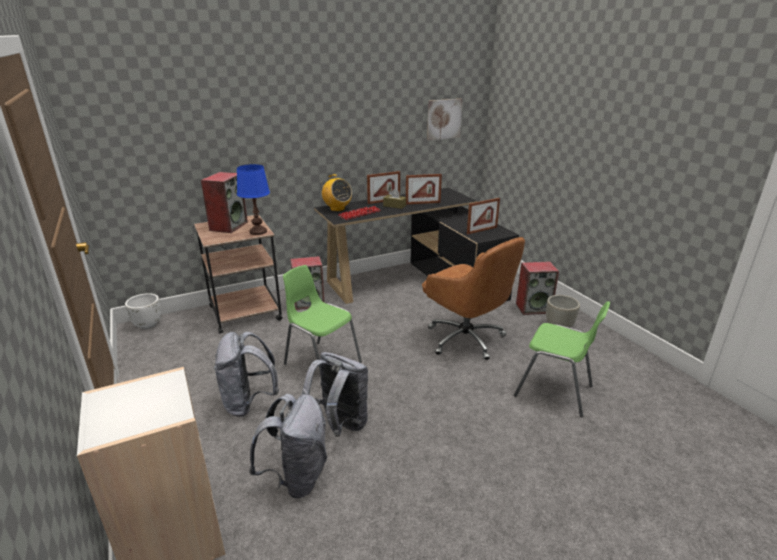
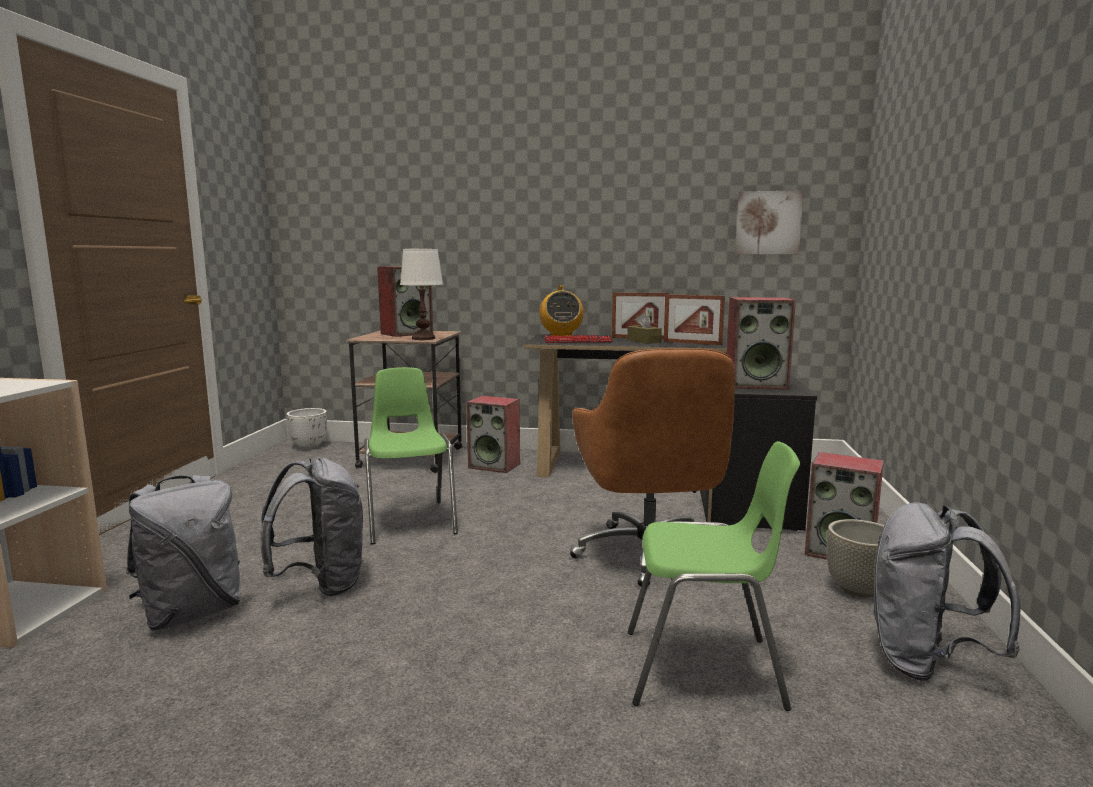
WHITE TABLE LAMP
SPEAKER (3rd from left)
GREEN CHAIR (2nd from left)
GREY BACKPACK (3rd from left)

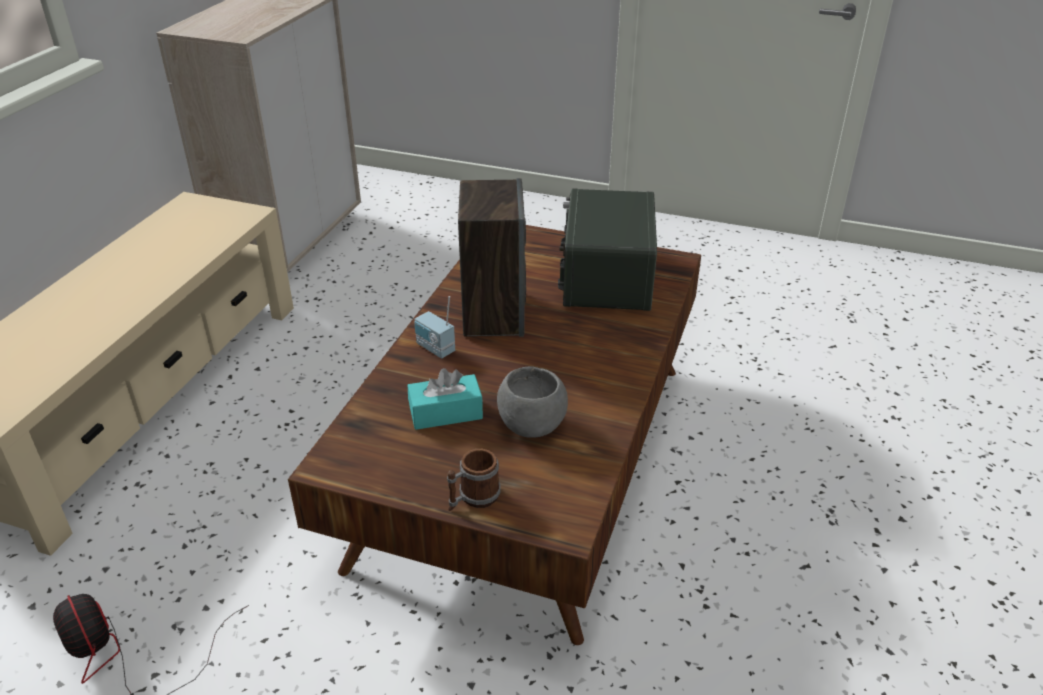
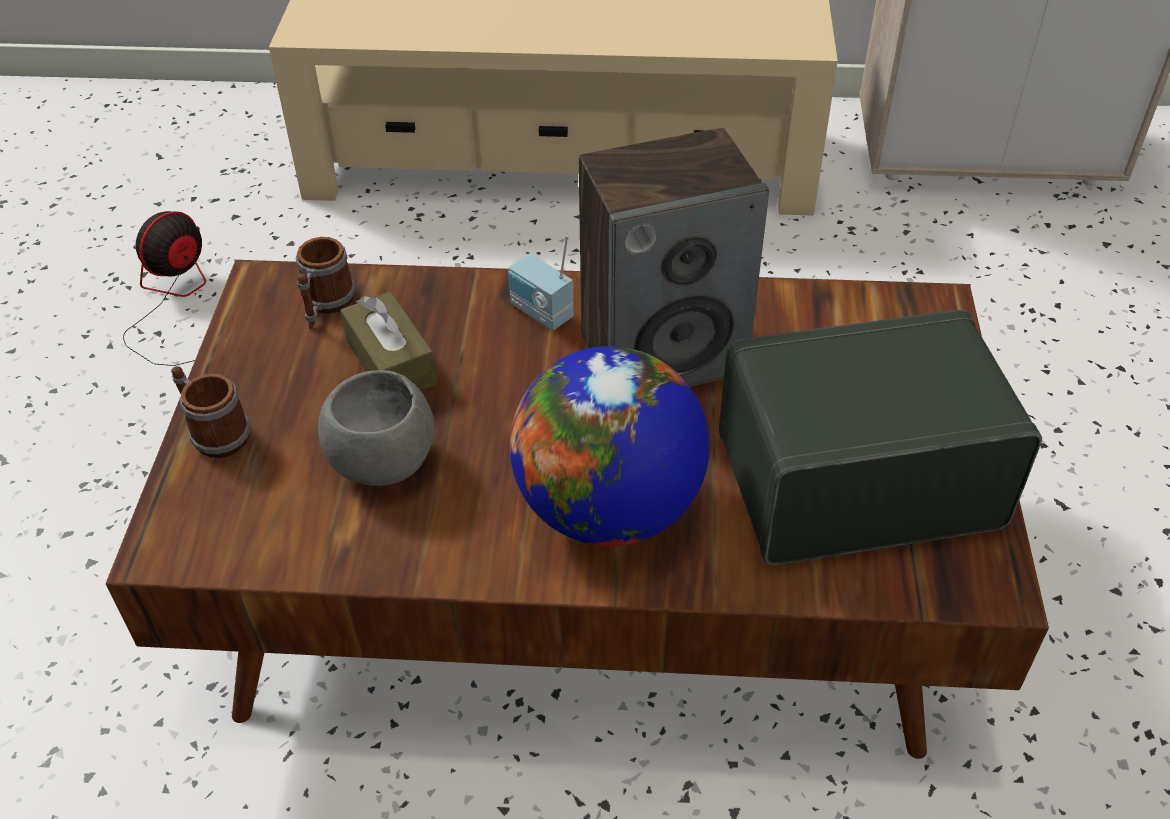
RADIO (1st from left)
BROWN TISSUE BOX
MUG (2nd from left)
GLOBE

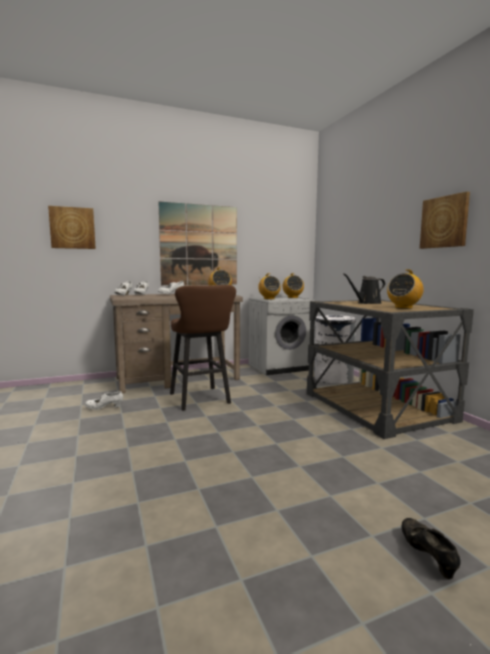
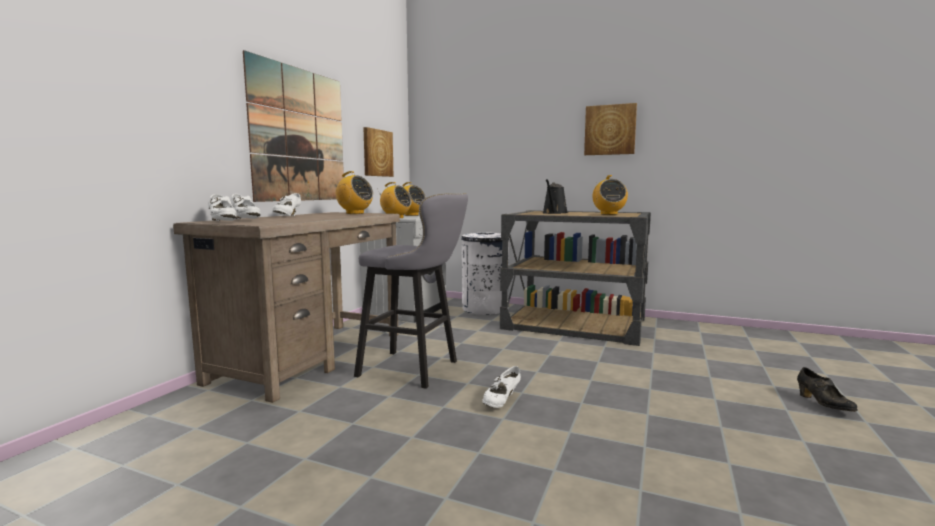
PICTURE (2nd from left)
GREY STOOL
WHITE SHOE (4th from left)
BLACK SHOE

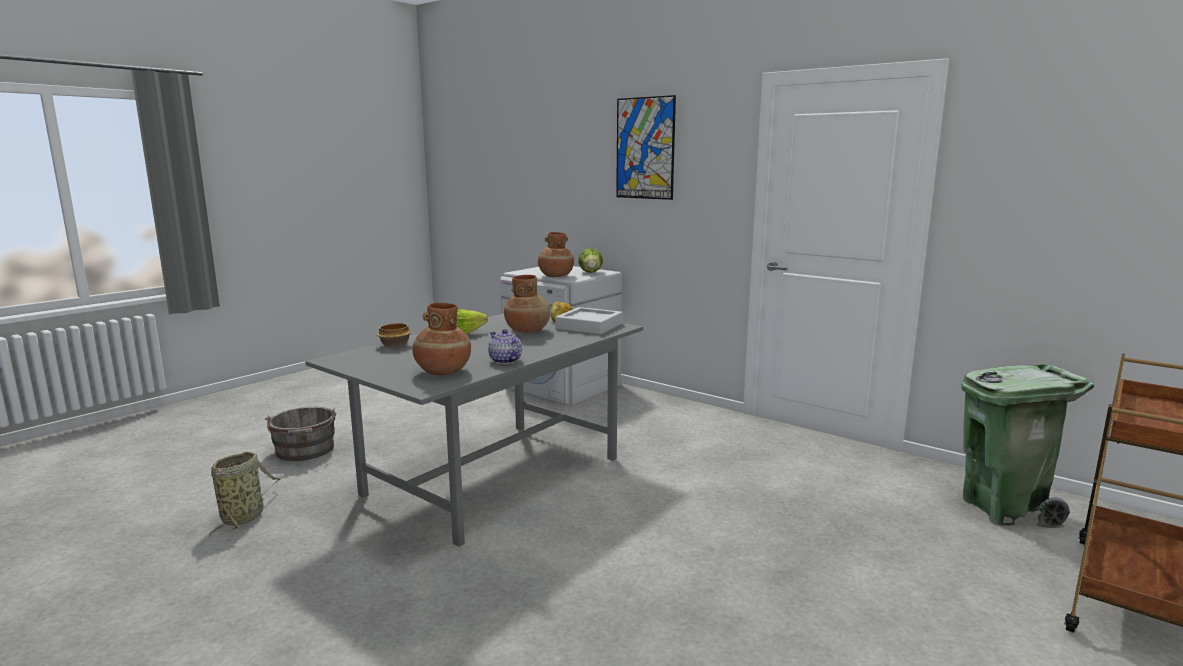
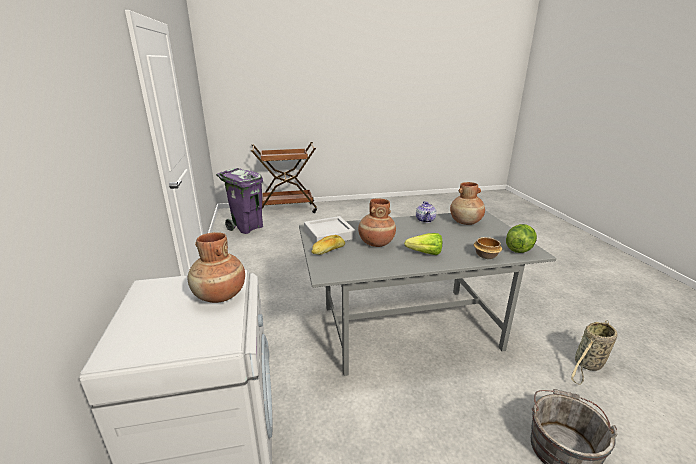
PICTURE
LETTUCE (2nd from left)
PURPLE TRASH CAN

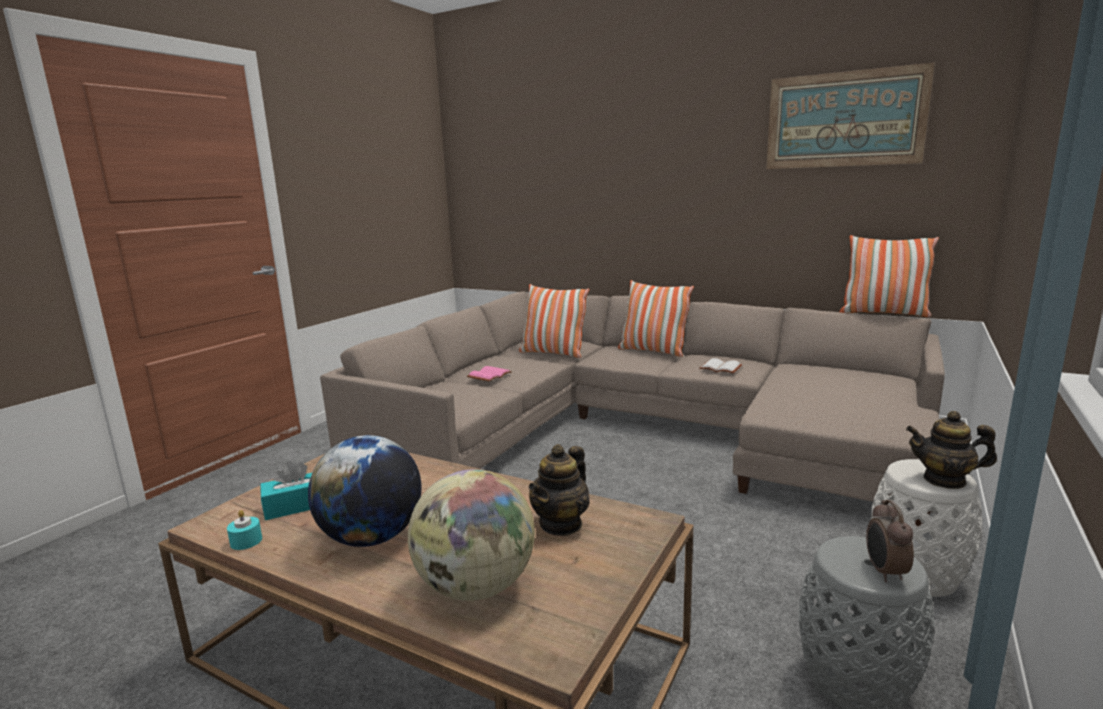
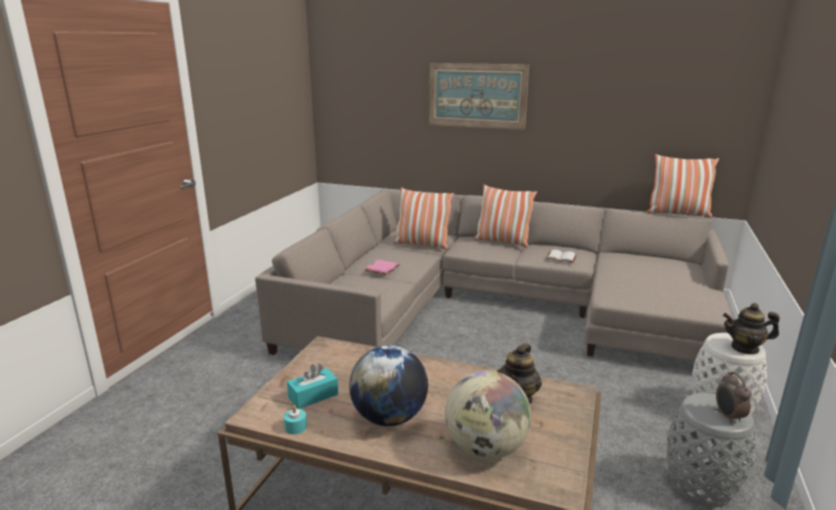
PICTURE

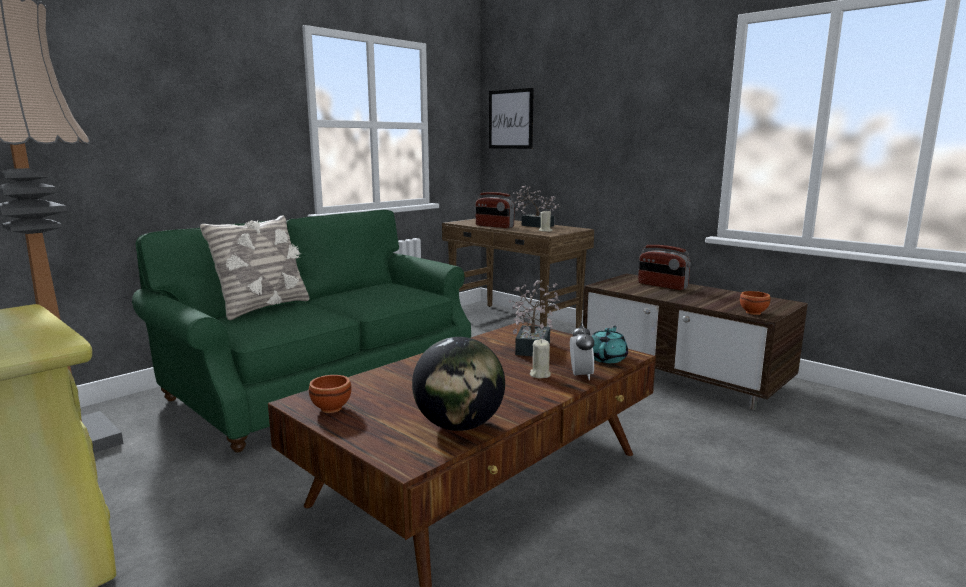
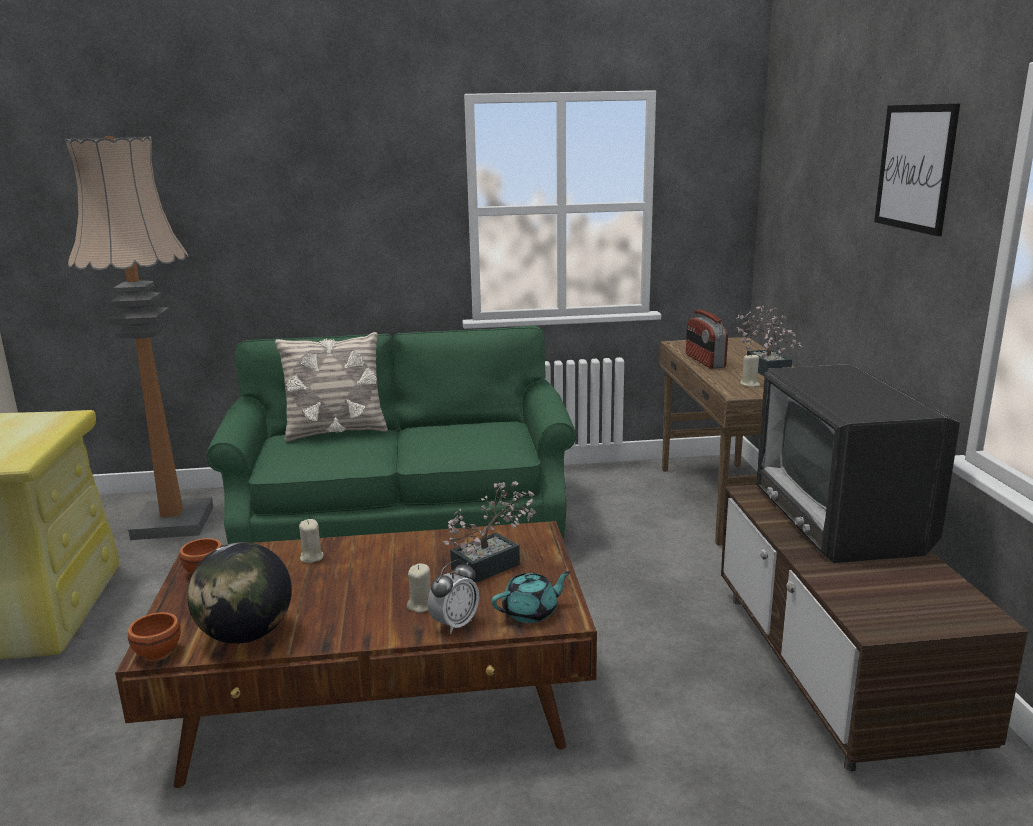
PICTURE
TELEVISION
BROWN BOWL (1st from left)
BEIGE CANDLE (1st from left)

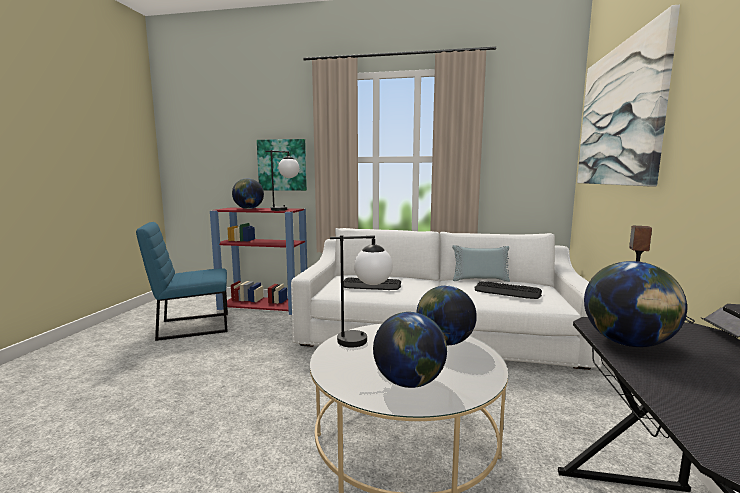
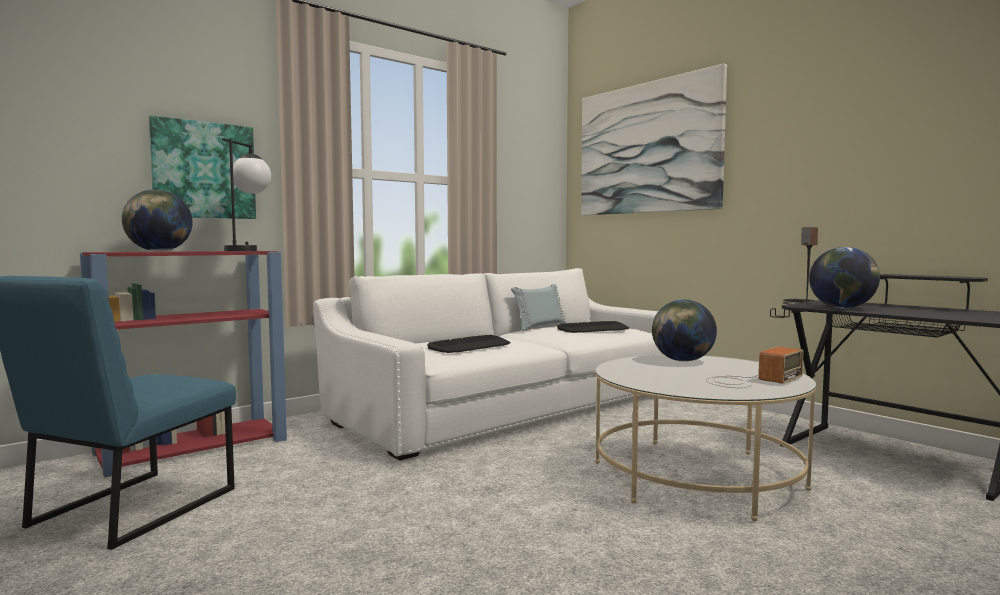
TABLE LAMP (2nd from left in the first image)
RADIO

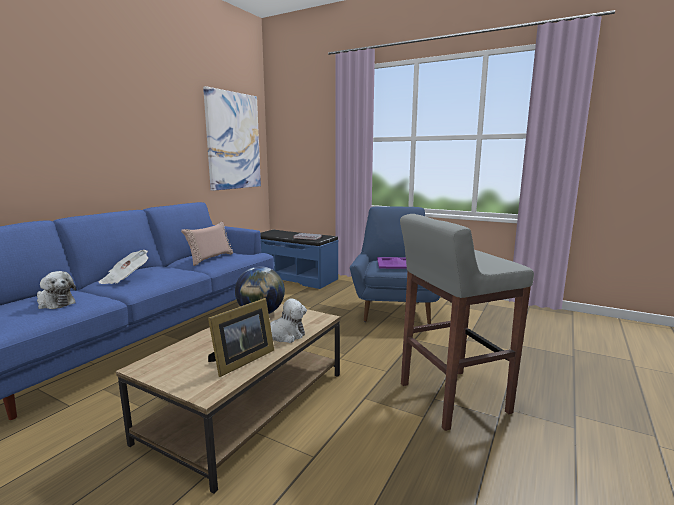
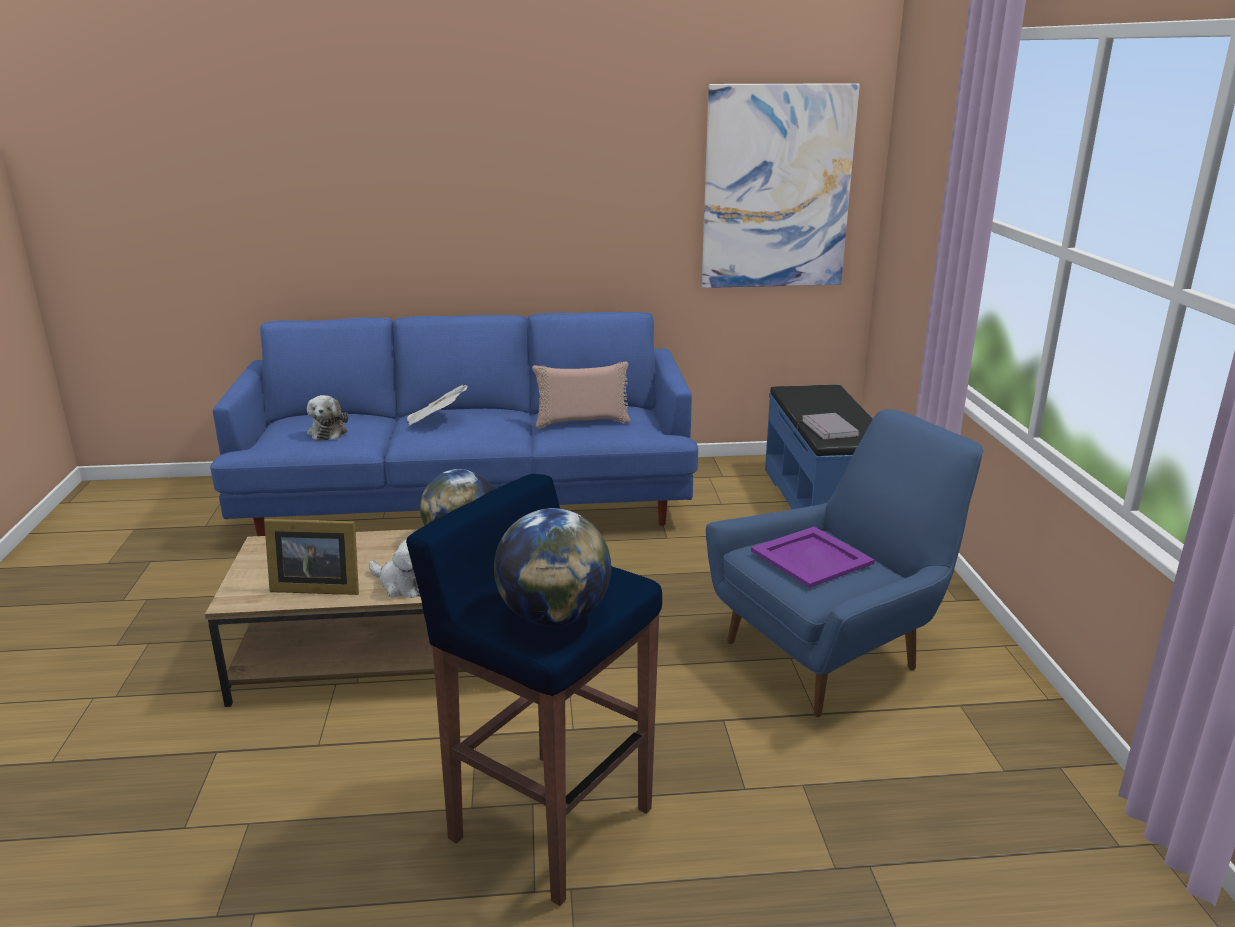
BLUE STOOL
GLOBE (2nd from left)

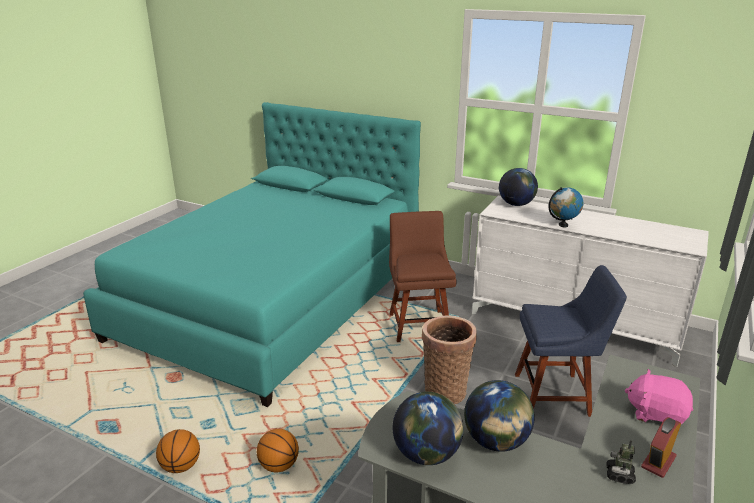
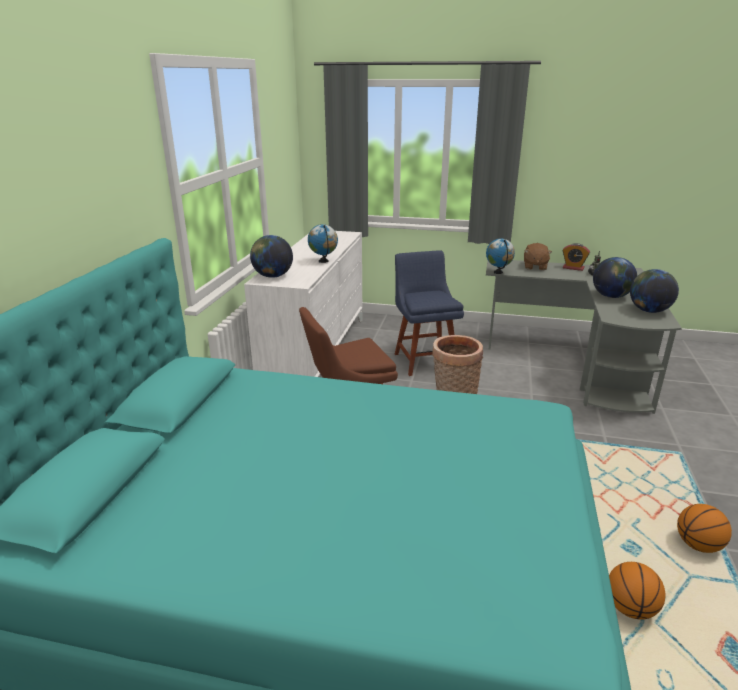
BROWN PLUSH TOY
BASKETBALL (1st from left)
GLOBE (3rd from left)

